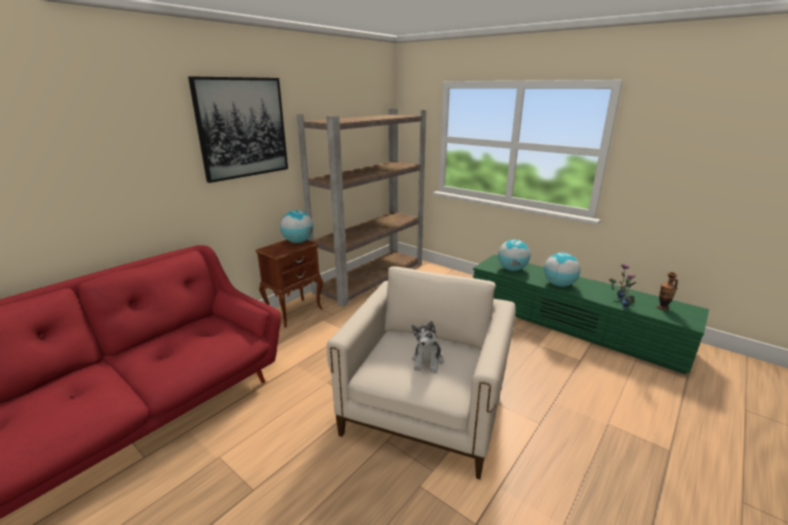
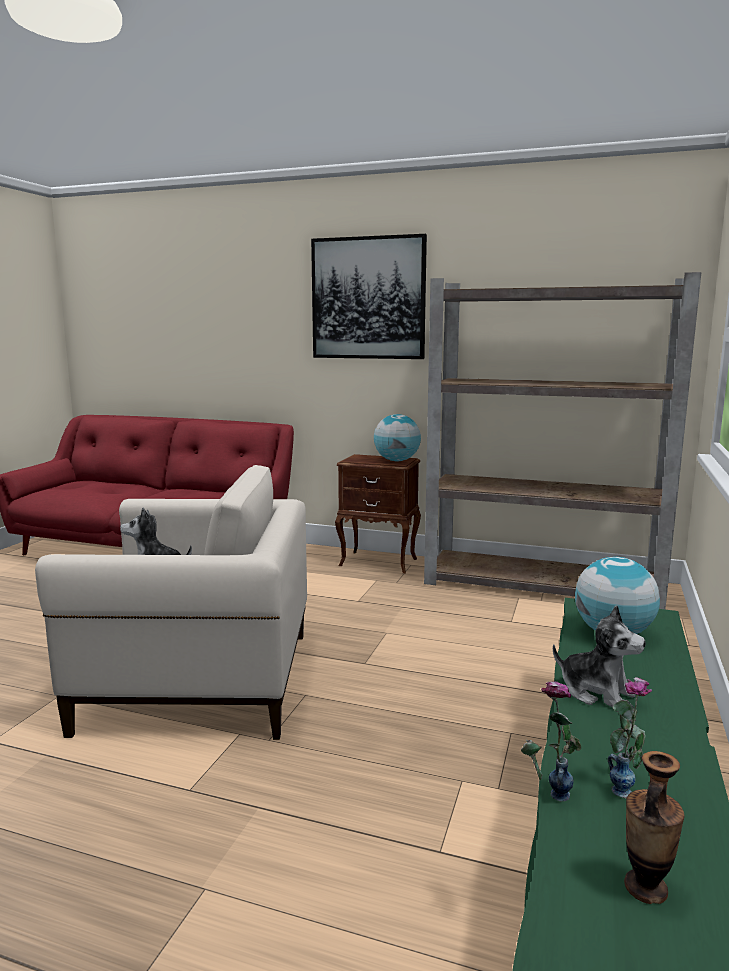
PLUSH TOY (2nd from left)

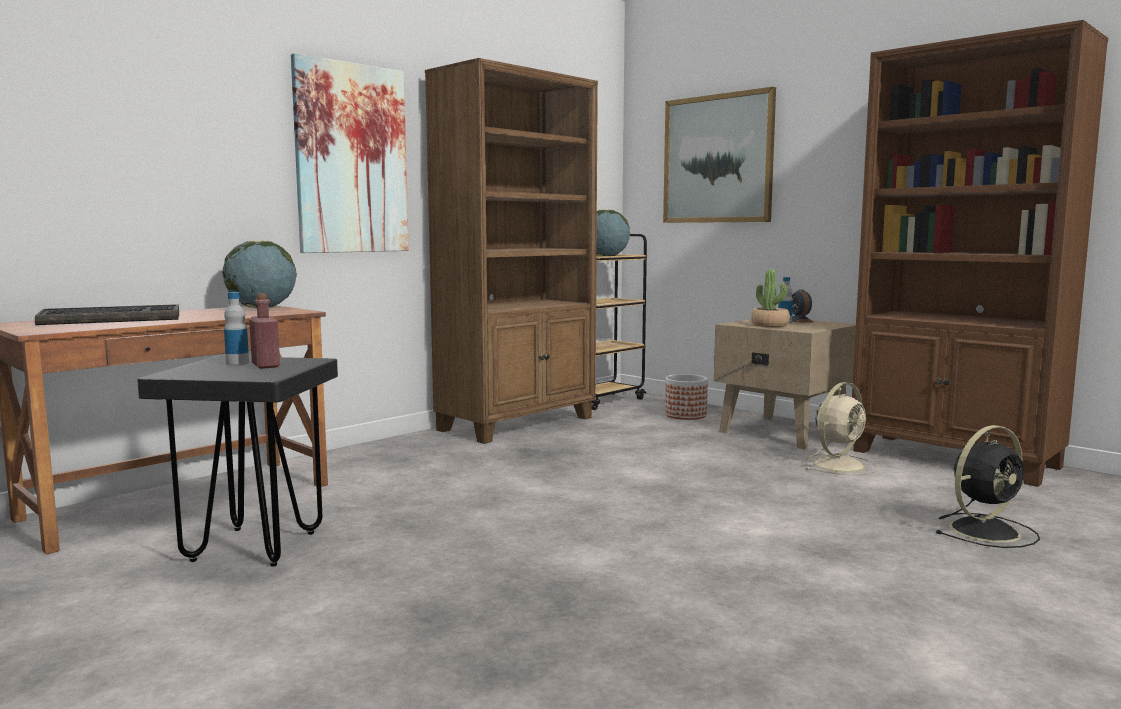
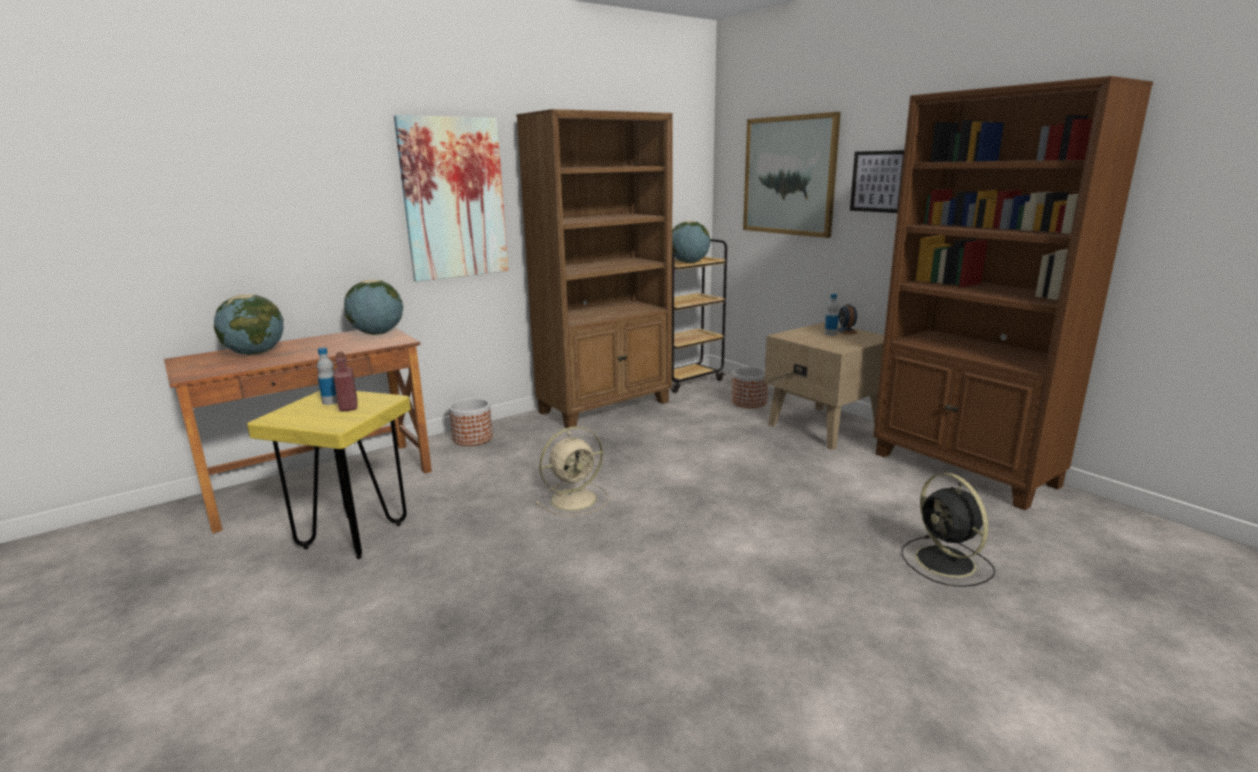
POTTED PLANT
GLOBE (1st from left)
YELLOW STOOL
BEIGE FAN
BLACK FAN
PICTURE (3rd from left)
PLANTER (1st from left)

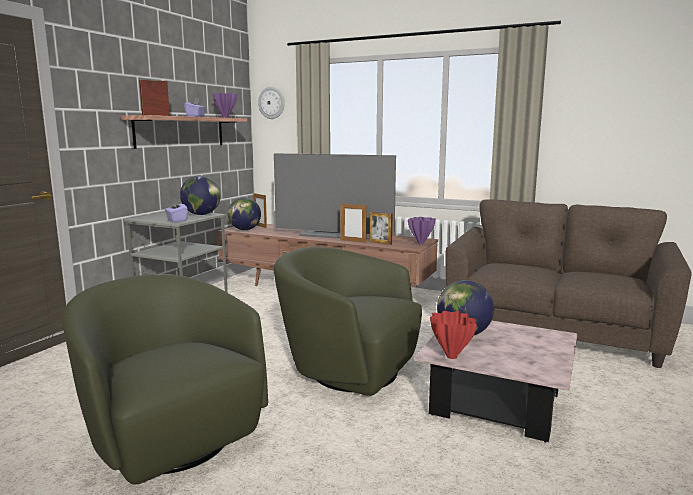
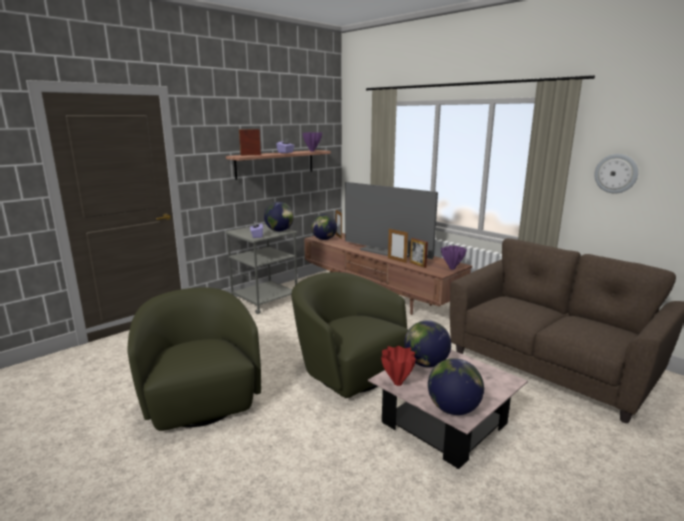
WALL CLOCK
GLOBE (4th from left)

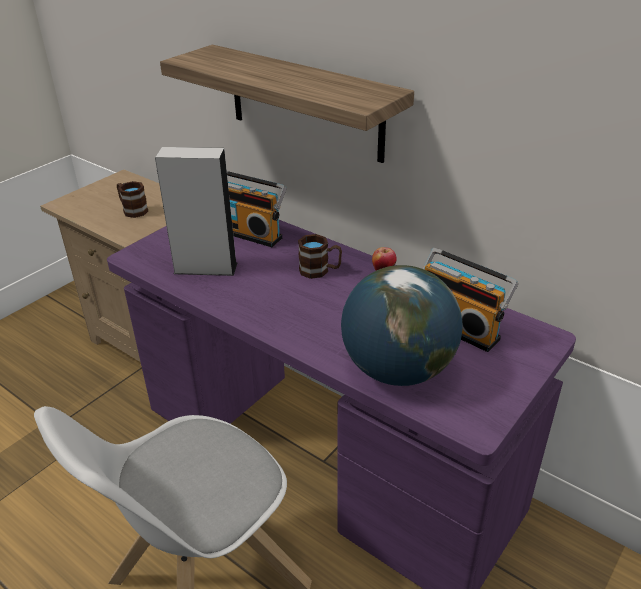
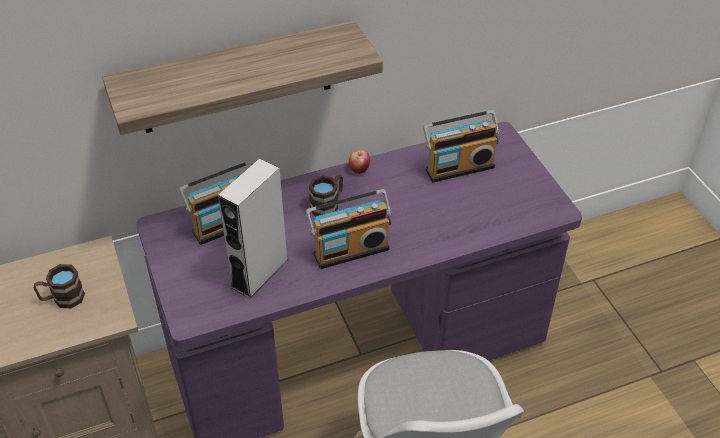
GLOBE
RADIO (2nd from left)

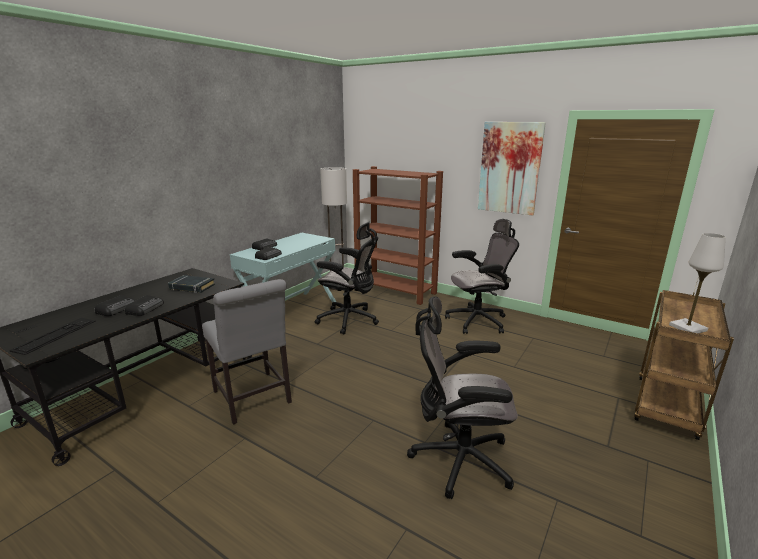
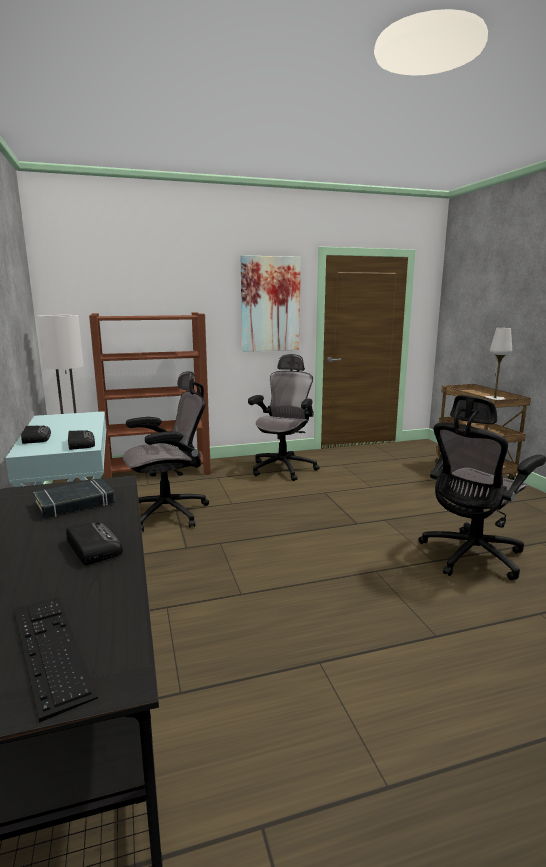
GREY CHAIR
RADIO (1st from left in the first image)

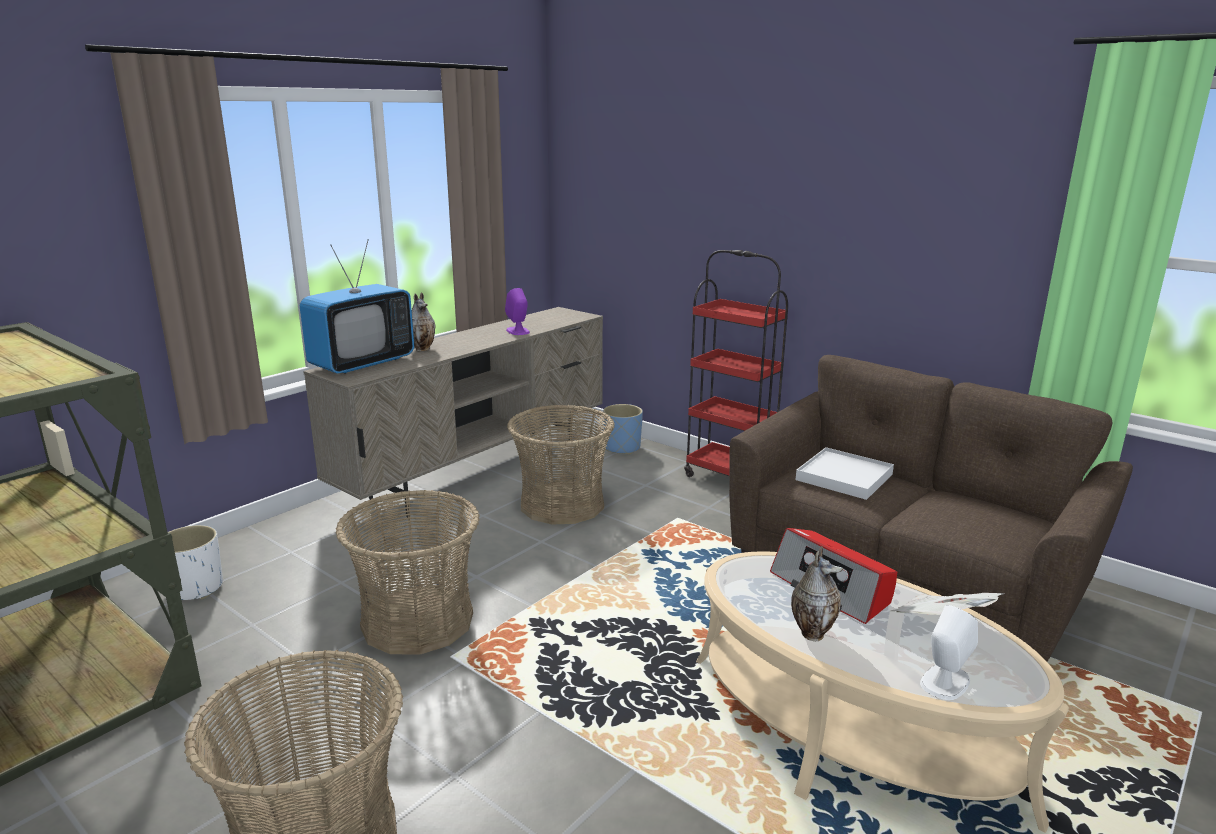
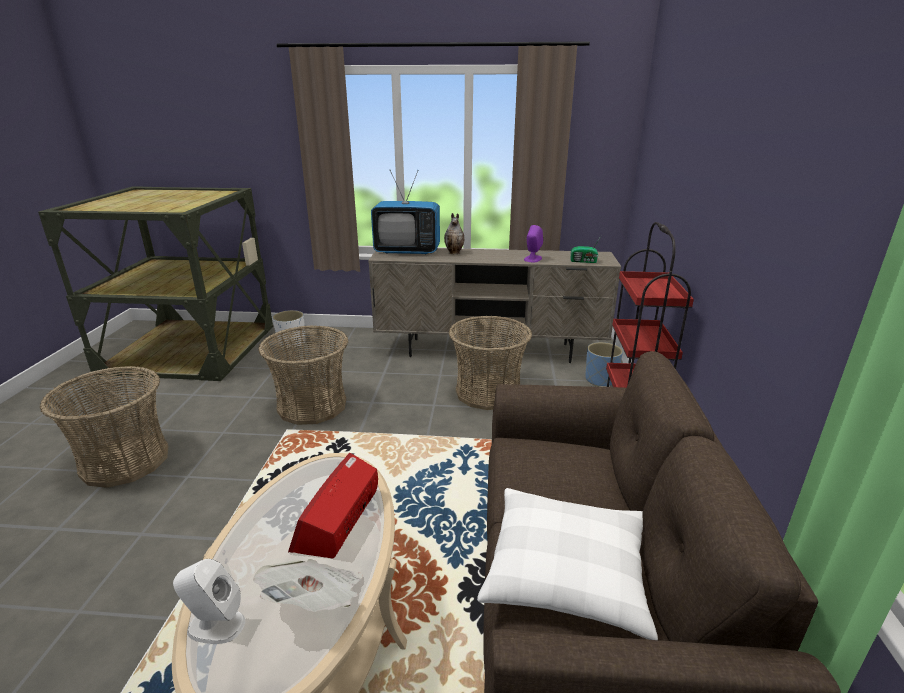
WHITE TRAY
VASE (2nd from left in the first image)
RADIO (2nd from left)
WHITE PILLOW

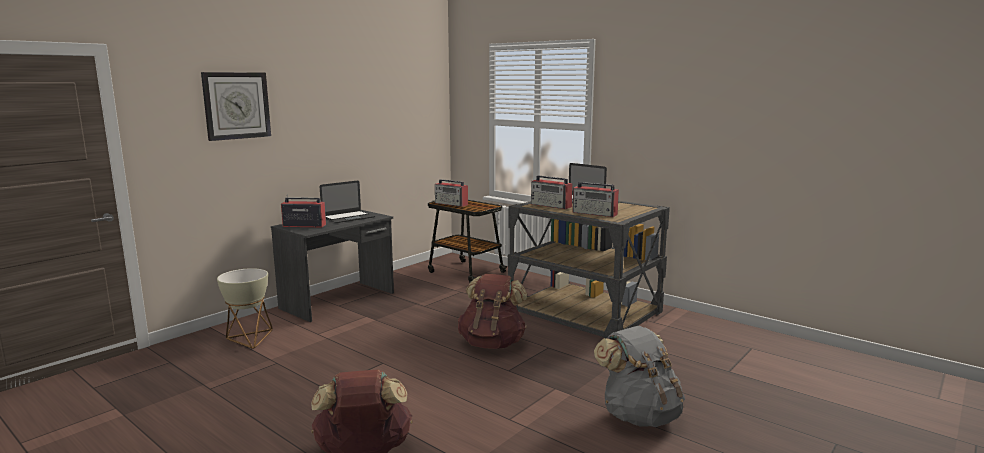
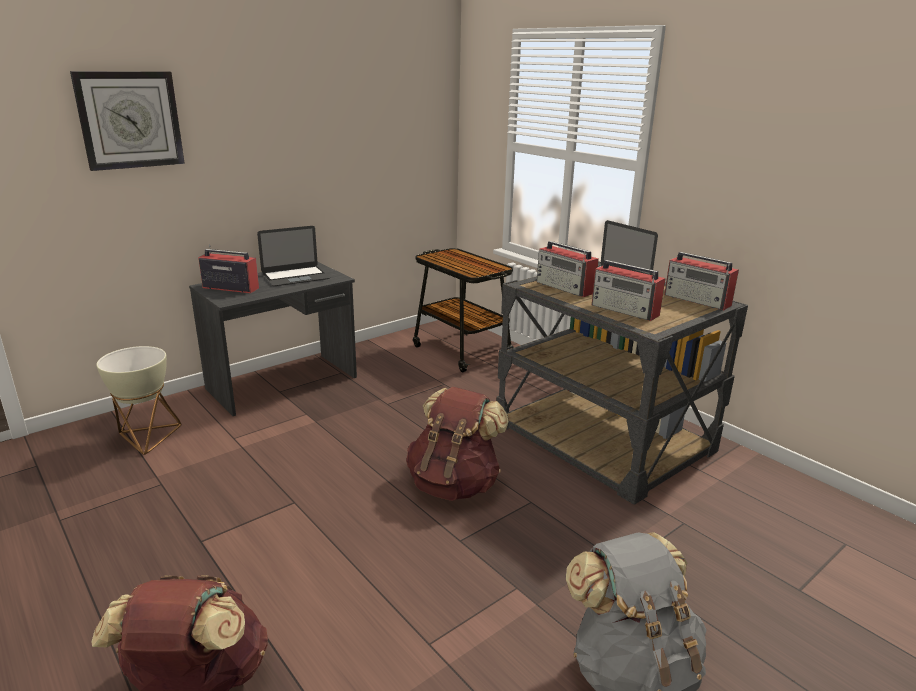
RADIO (4th from left)

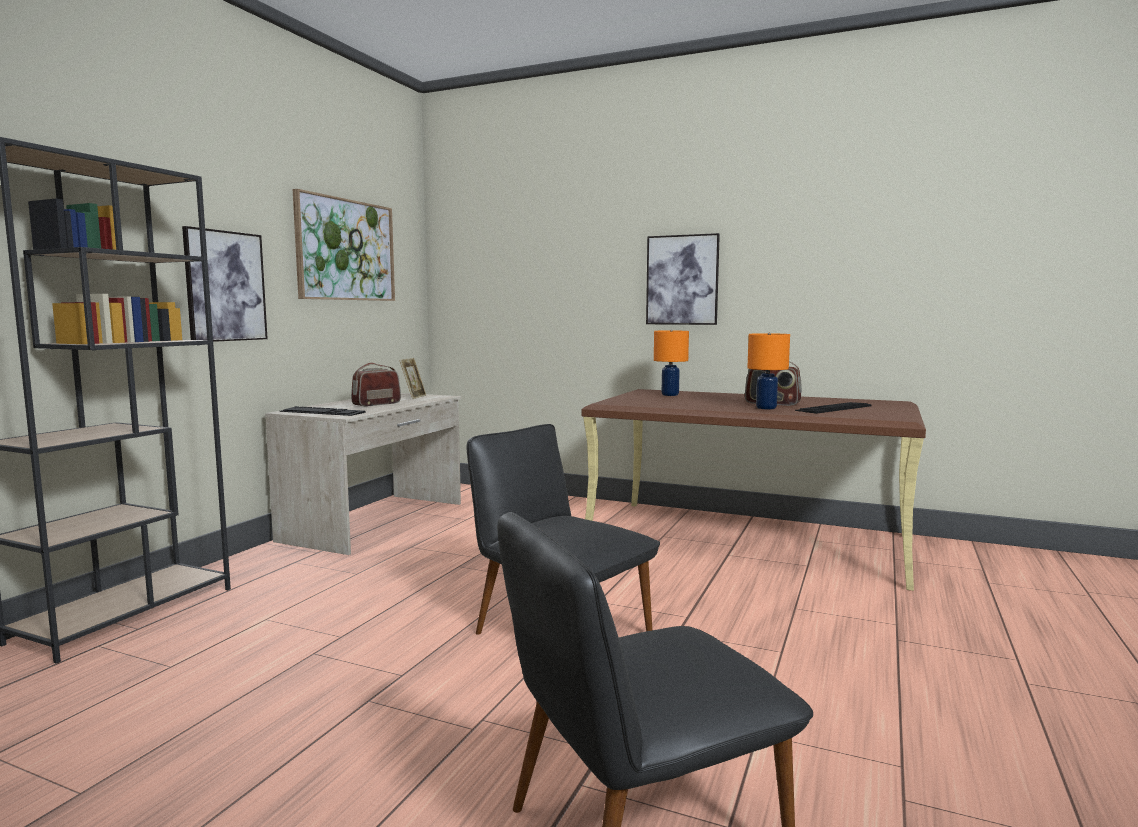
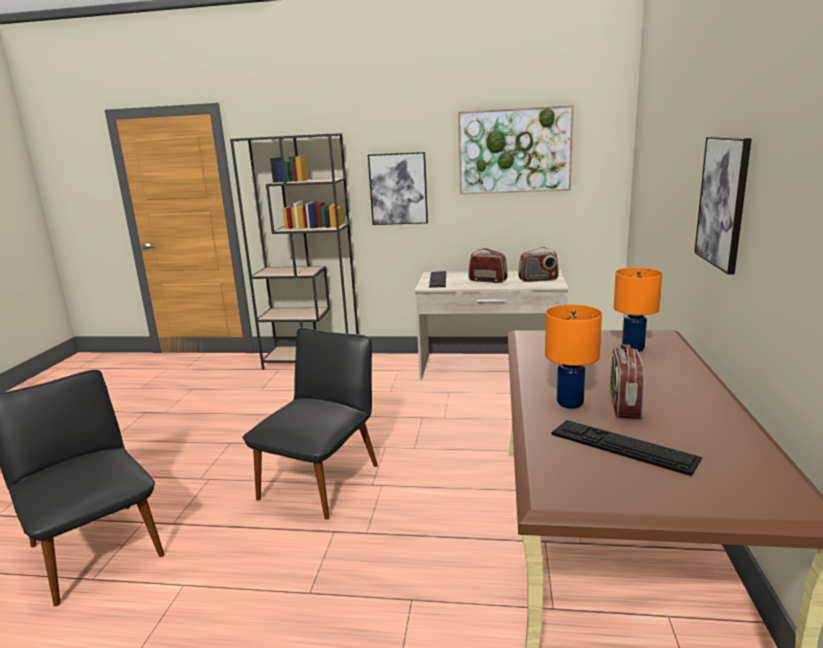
RADIO (2nd from left)

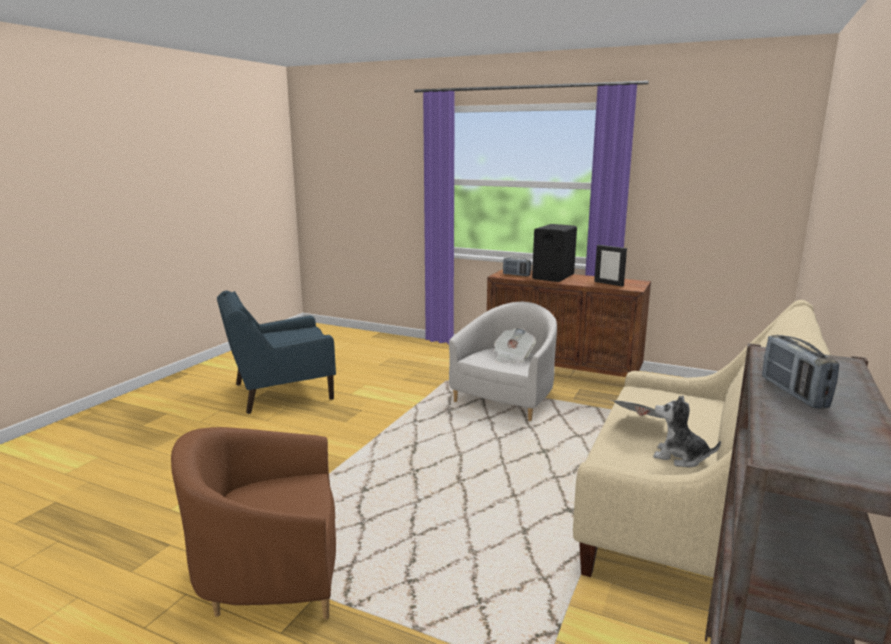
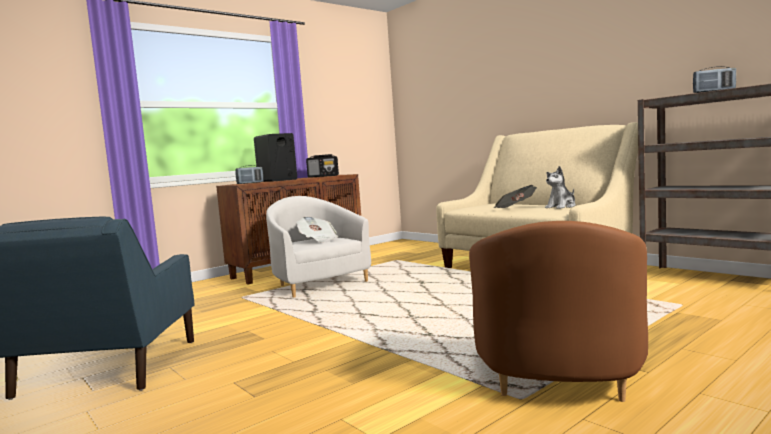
RADIO (2nd from left)

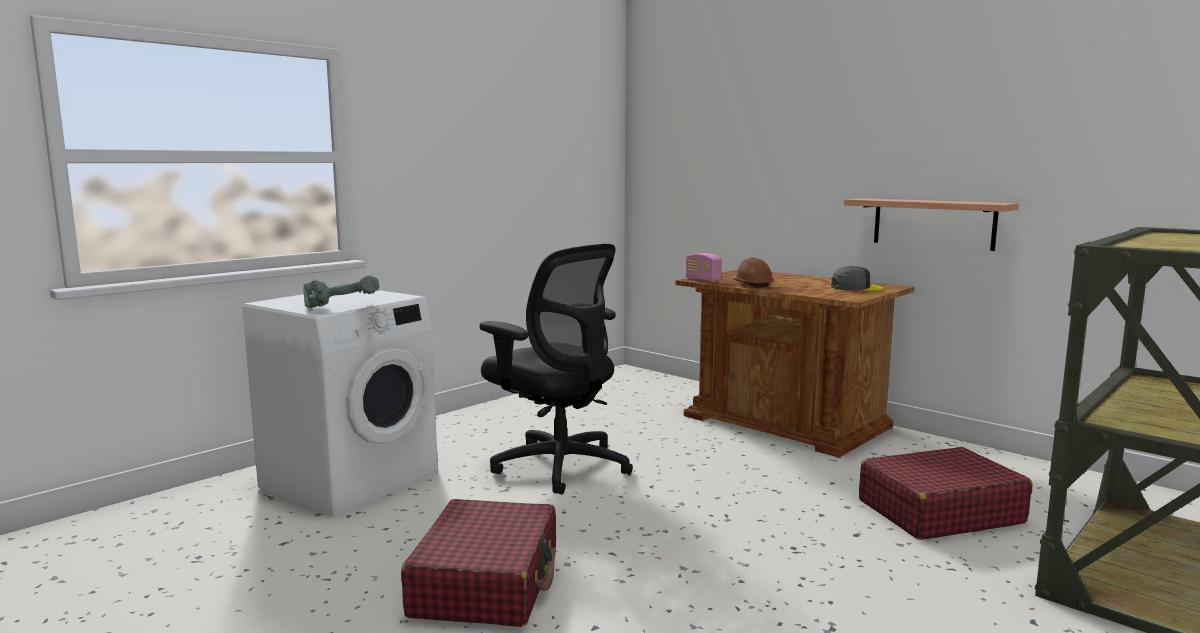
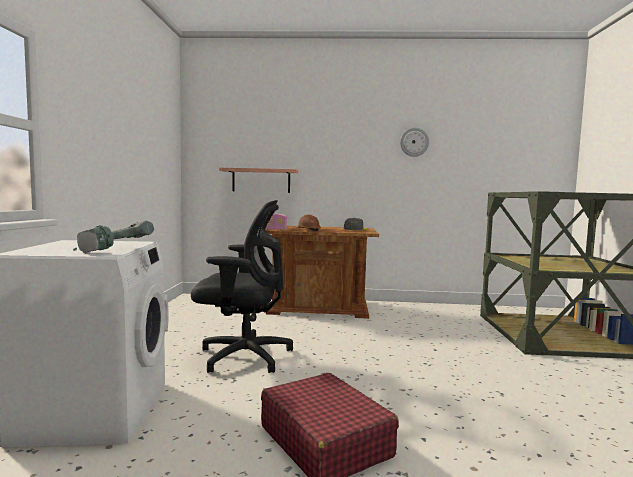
SHELF
RED SUITCASE (2nd from left in the first image)
WALL CLOCK

